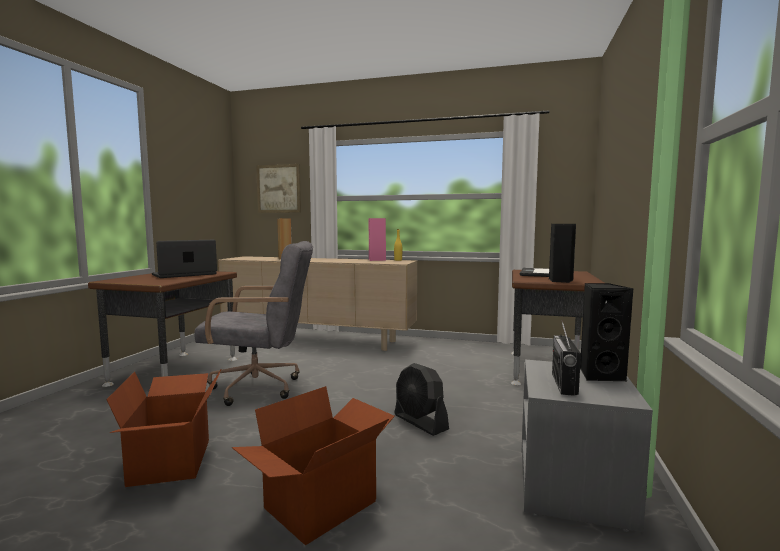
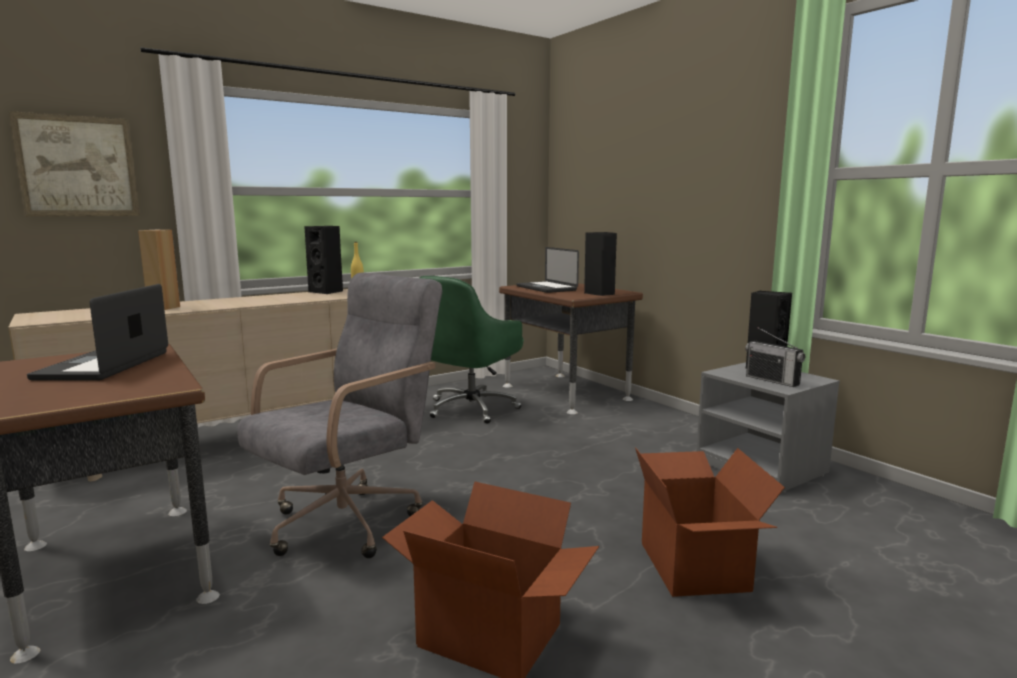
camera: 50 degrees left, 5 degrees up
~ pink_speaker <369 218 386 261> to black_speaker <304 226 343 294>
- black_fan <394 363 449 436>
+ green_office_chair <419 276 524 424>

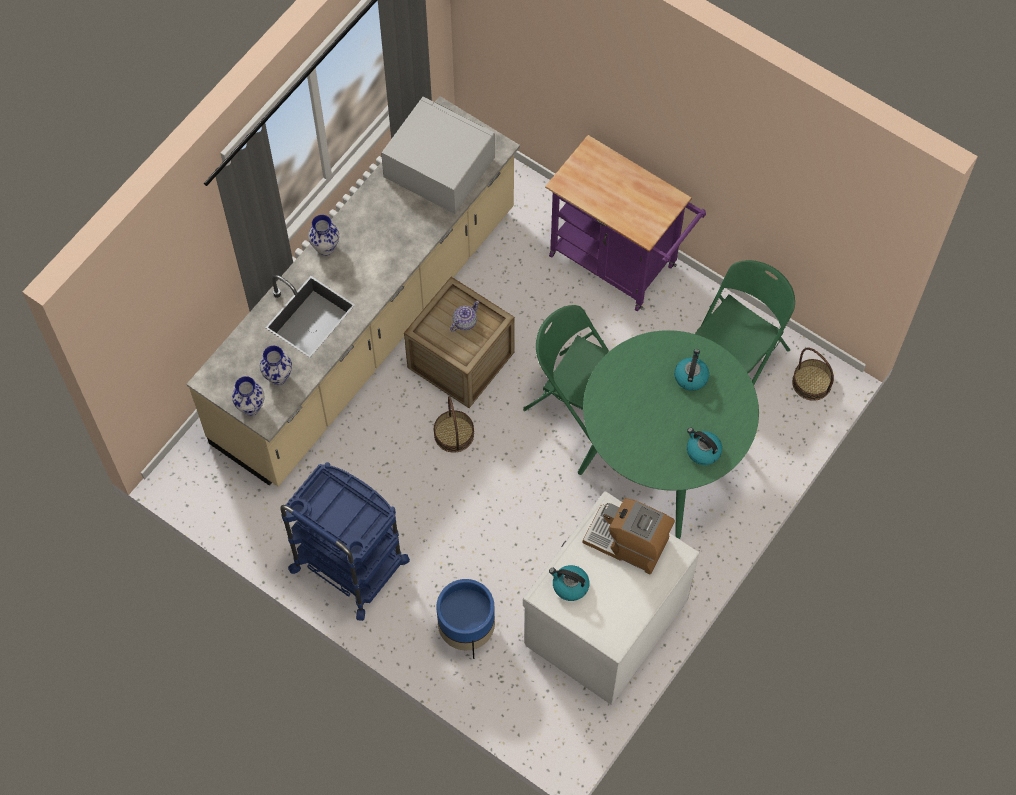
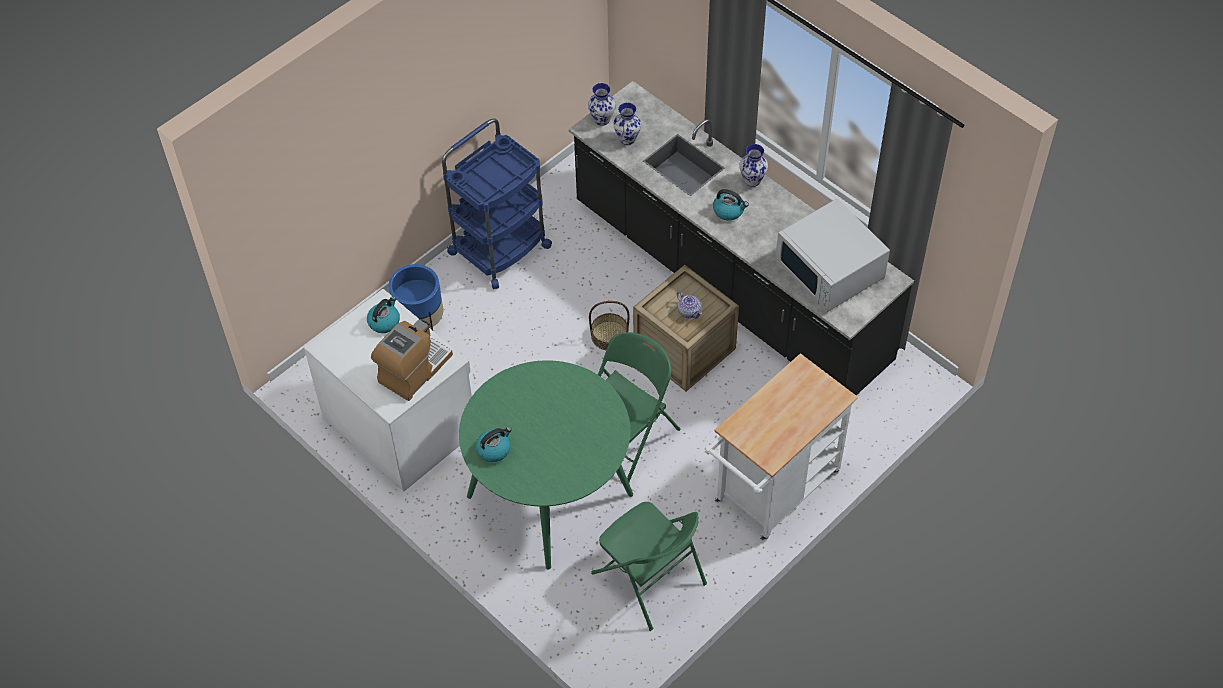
camera: 100 degrees right, 10 degrees down
~ beige_counter <187 96 520 487> to black_counter <569 81 914 395>
~ white_microwave <381 97 495 214> = <775 199 890 313> 105 degrees clockwise
~ purple_cart <545 135 706 311> to white_cart <705 353 858 540>
~ kettle <674 349 709 391> to <713 189 749 220>
- basket <792 347 834 401>

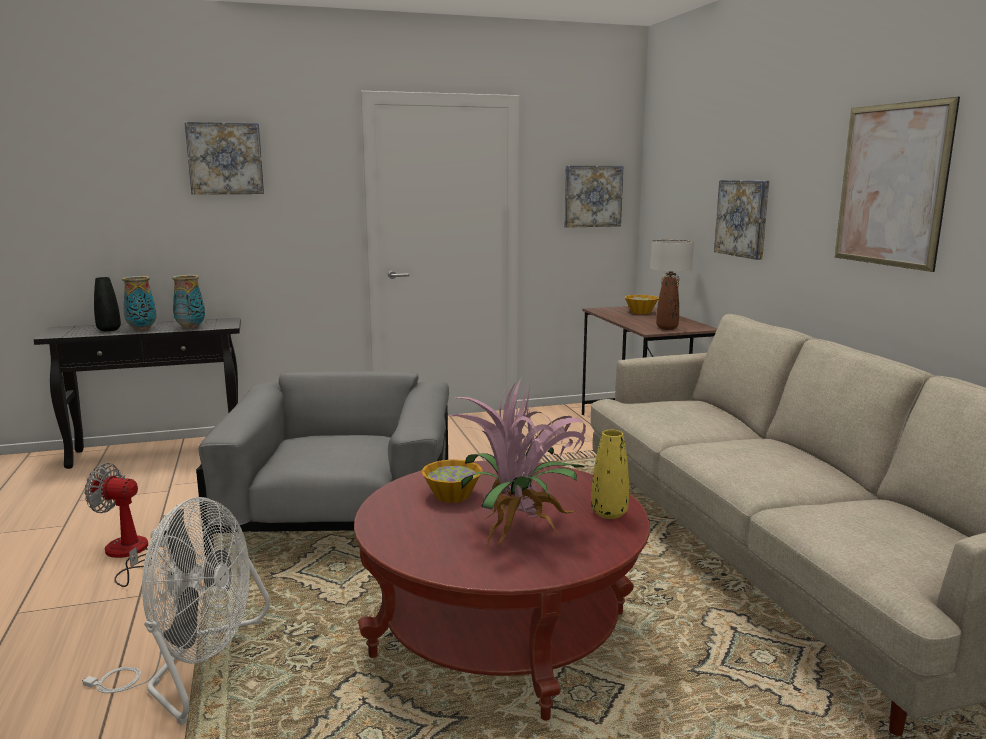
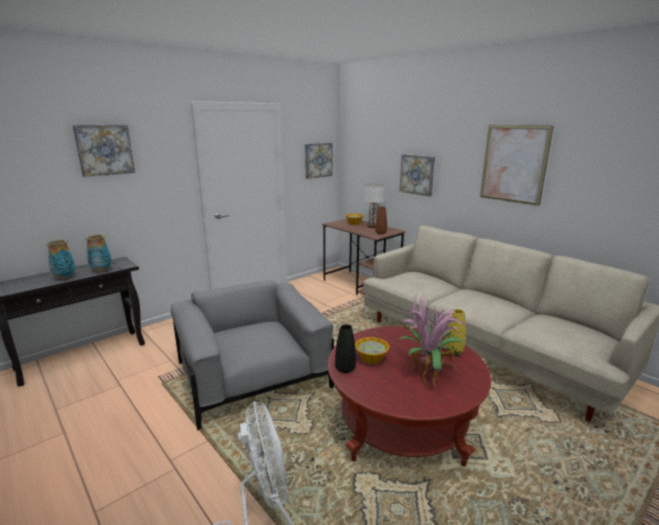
camera: 25 degrees left, 5 degrees up
- fan <85 463 154 587>
~ black_vase <94 277 121 331> to <335 324 356 373>

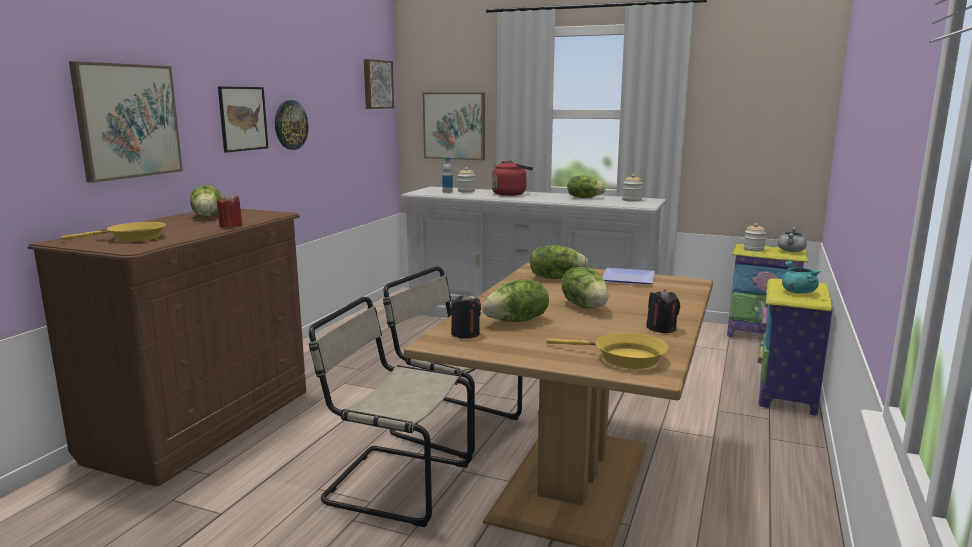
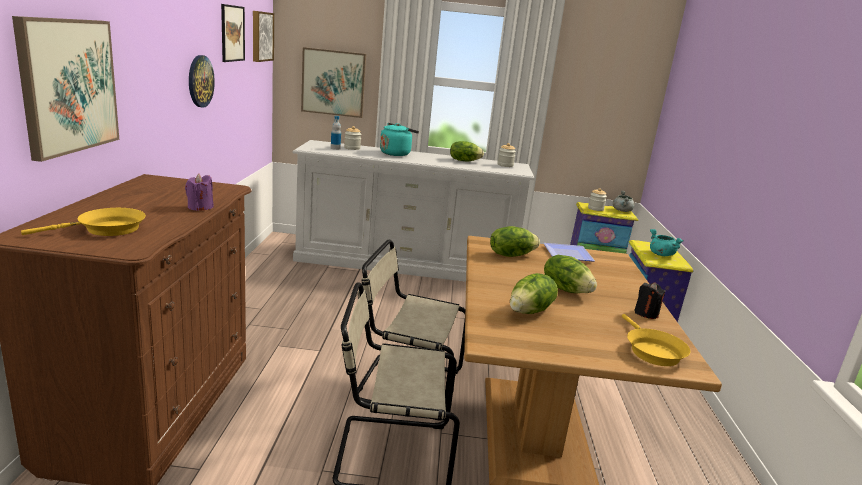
camera: 20 degrees left, 5 degrees up
- lettuce <190 185 222 217>
~ red_candle <217 193 243 228> to purple_candle <185 174 214 211>
~ picture <218 86 268 153> to <221 4 245 62>
- black_candle <451 294 481 339>
~ red_kettle <492 160 533 196> to turquoise_kettle <380 123 419 156>
~ yellow_frying_pan <547 333 668 369> = <622 314 691 366> 75 degrees clockwise

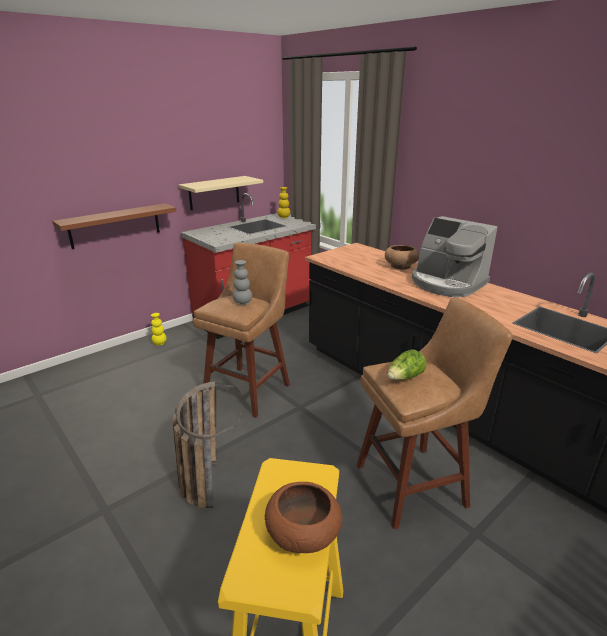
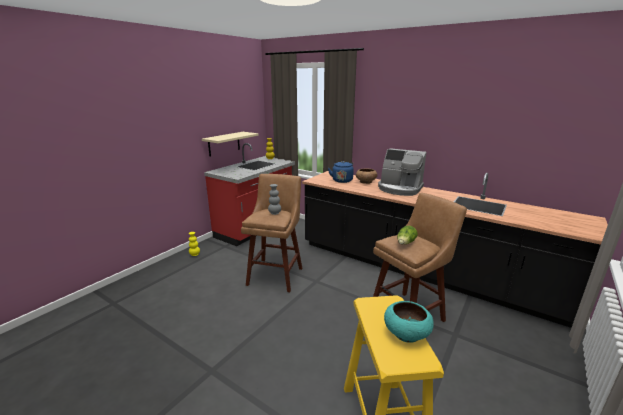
camera: 15 degrees left, 5 degrees down
- brown_shelf <52 204 176 249>
- basket <172 381 242 508>
~ brown_bowl <265 482 342 553> to turquoise_bowl <384 301 434 343>
+ blue_kettle <328 161 354 183>

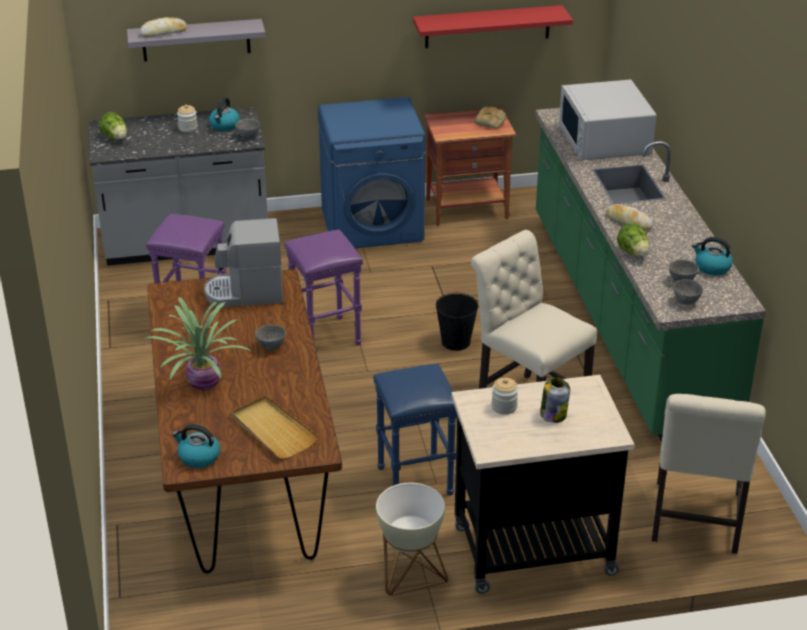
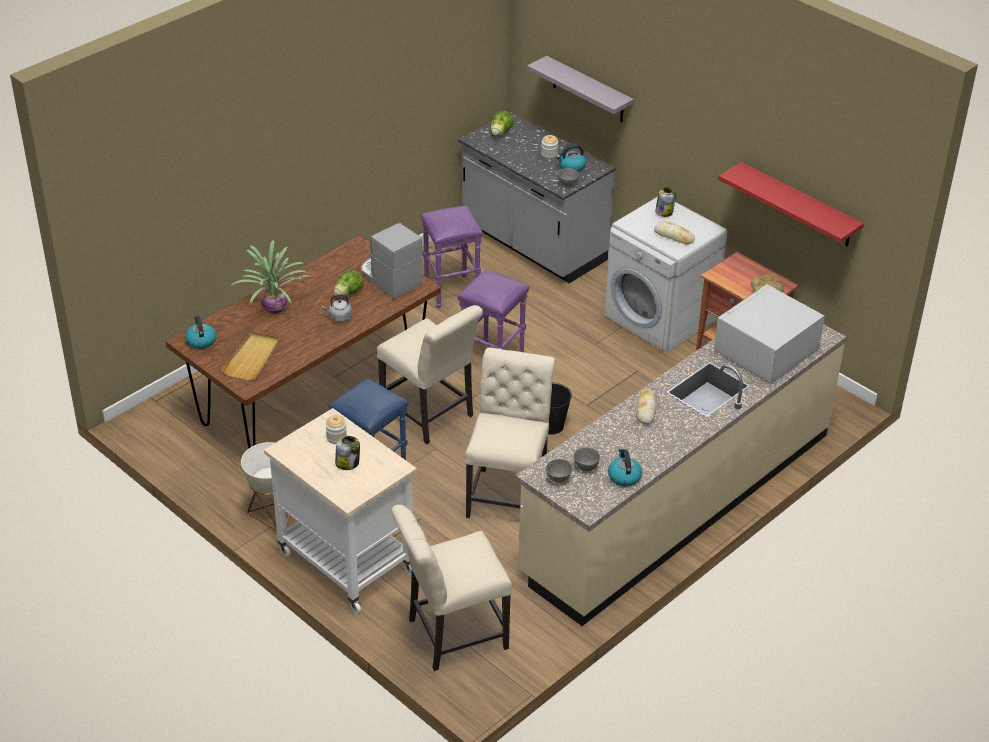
camera: 55 degrees right, 5 degrees up
~ bread <140 17 187 37> to <654 222 695 244>
~ grey_bowl <255 324 286 351> to grey_kettle <322 294 352 322>
~ blue_washing_machine <318 97 425 248> to white_washing_machine <604 196 727 352>
~ black_cart <451 375 635 594> to white_cart <264 408 417 613>
~ green_counter <535 108 766 441> to beige_counter <515 324 847 626>
~ lettuce <617 223 649 257> to <334 270 364 297>
+ beige_chair <377 305 483 444>
+ jar <655 187 676 217>

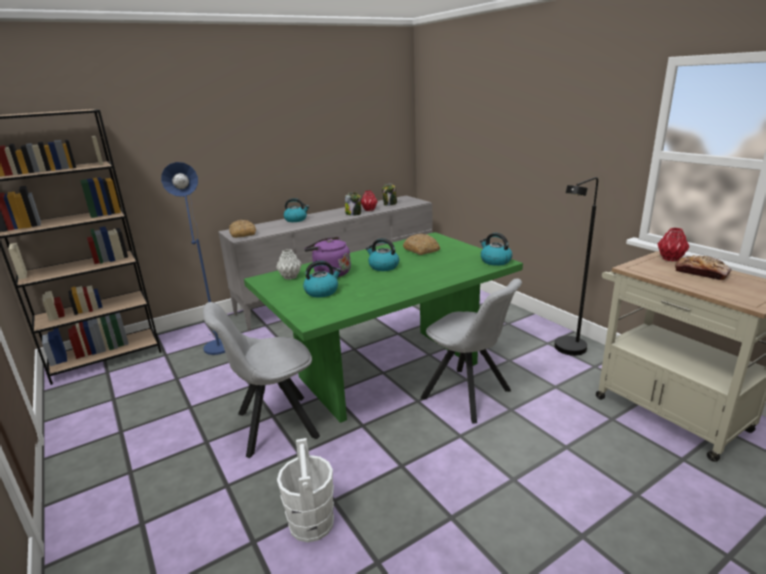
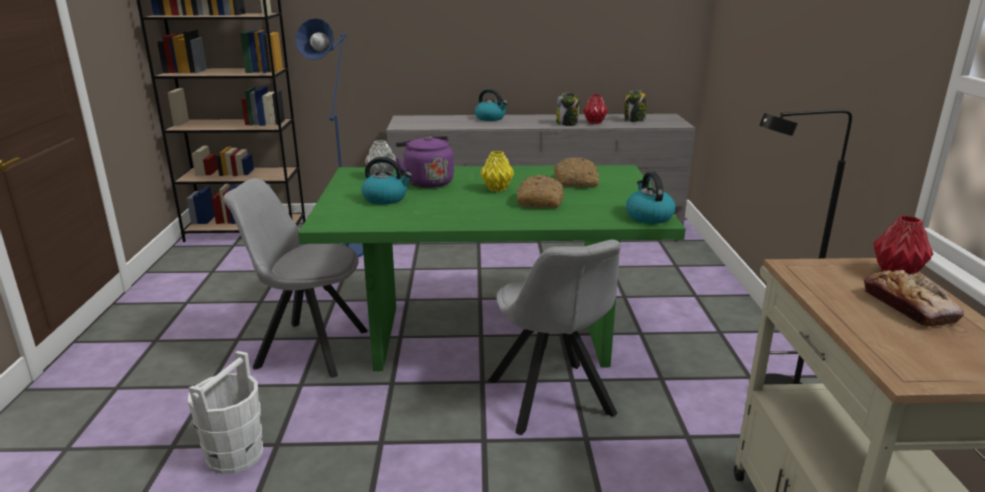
camera: 30 degrees right, 0 degrees up
~ bread <229 220 256 238> to <517 175 564 208>
~ kettle <366 238 399 271> to yellow_vase <480 151 514 192>

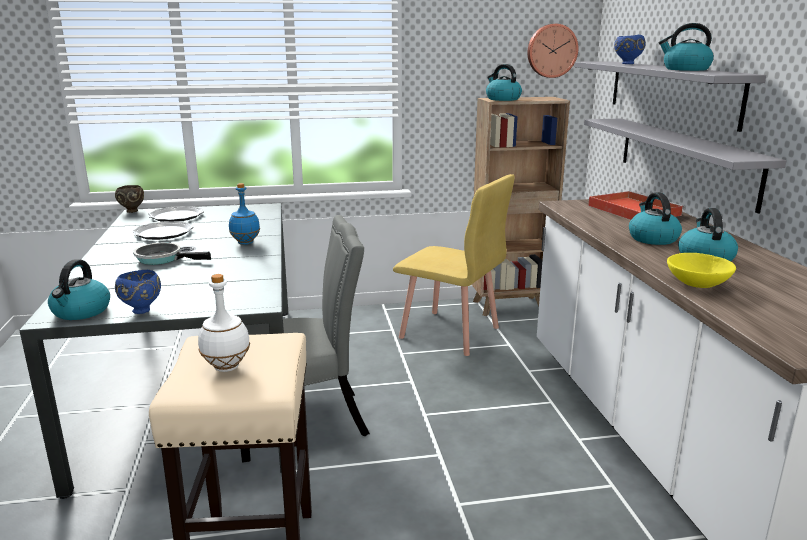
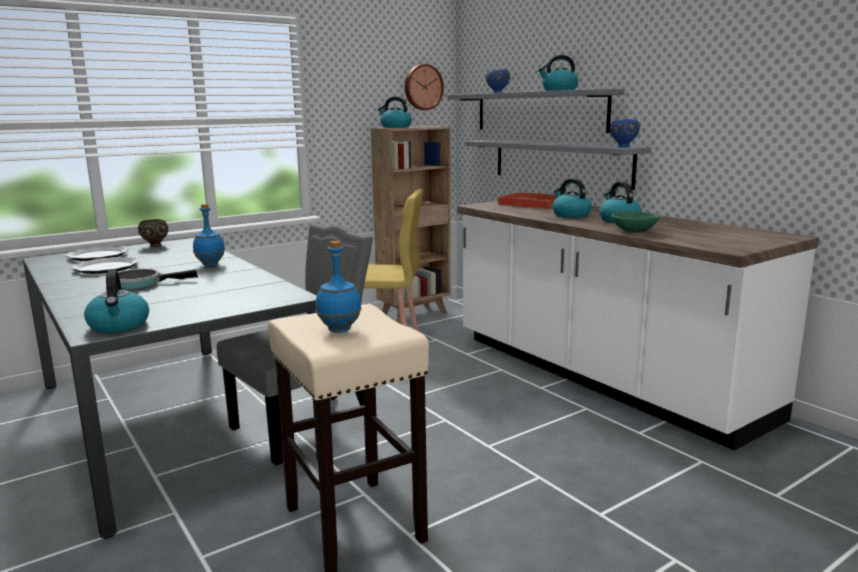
camera: 25 degrees left, 5 degrees down
~ brown_bowl <115 185 144 213> to <138 219 168 247>
~ blue_bowl <115 270 161 314> to <609 119 640 147>
~ white_bottle <198 274 250 372> to blue_bottle <316 241 362 333>
~ yellow_bowl <667 253 736 288> to green_bowl <611 211 660 233>

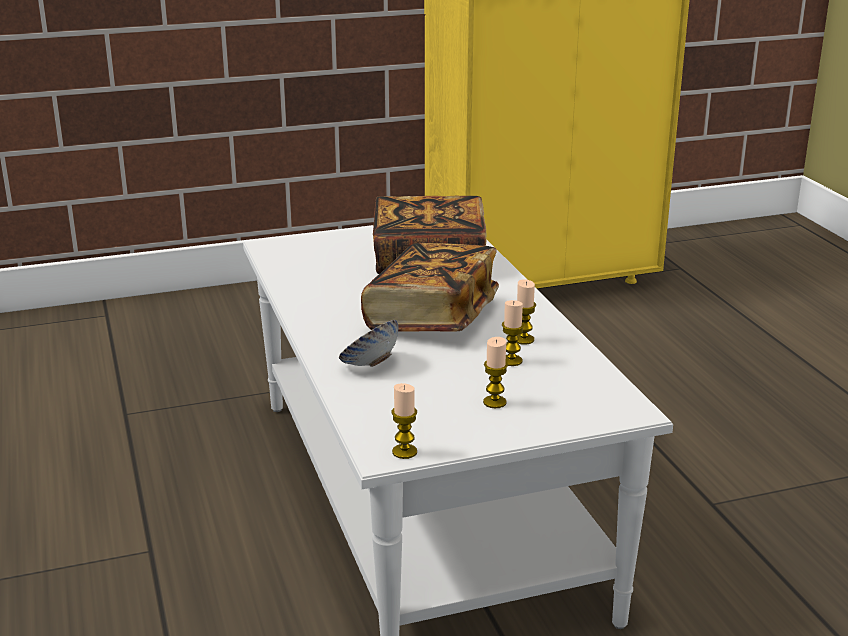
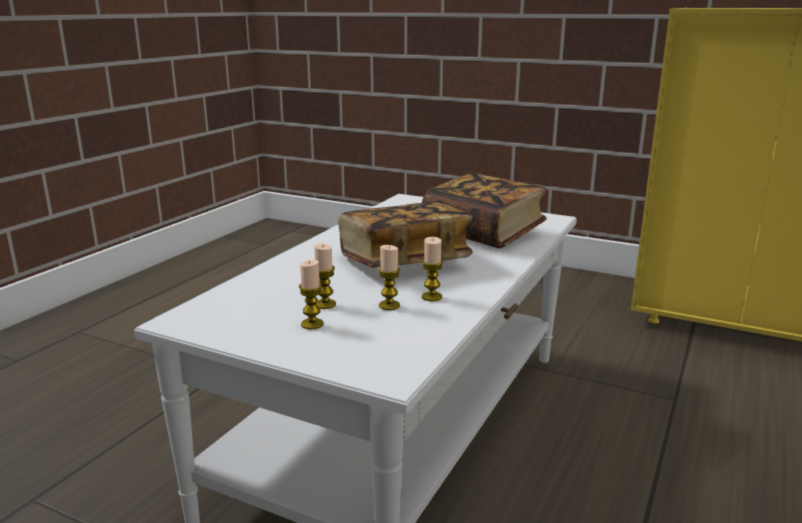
camera: 45 degrees right, 5 degrees down
- bowl <339 320 399 367>
~ candle <391 383 417 459> to <314 243 336 309>

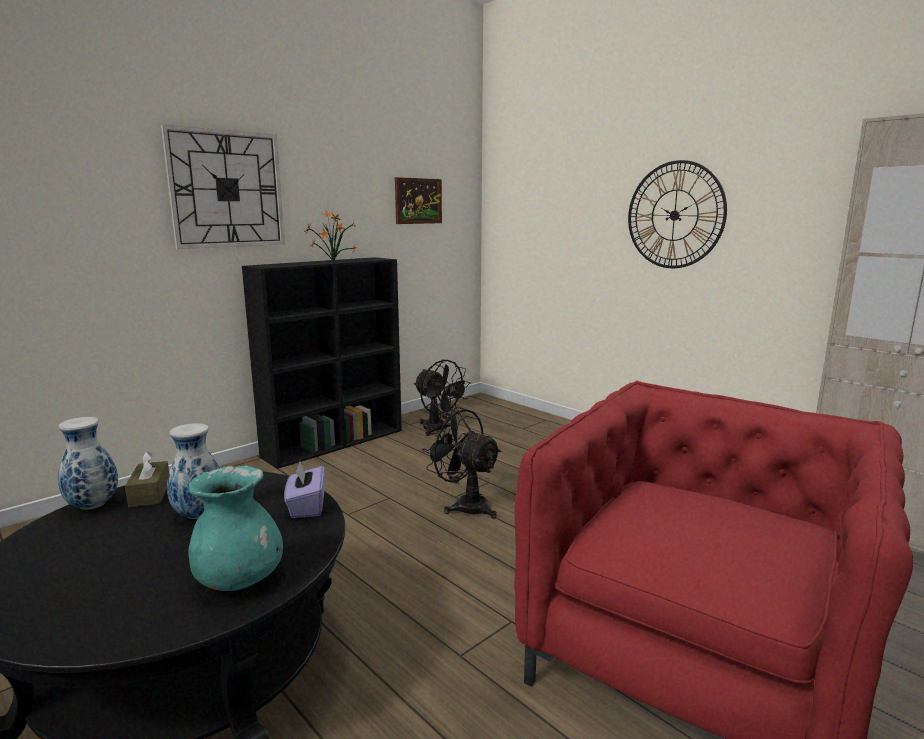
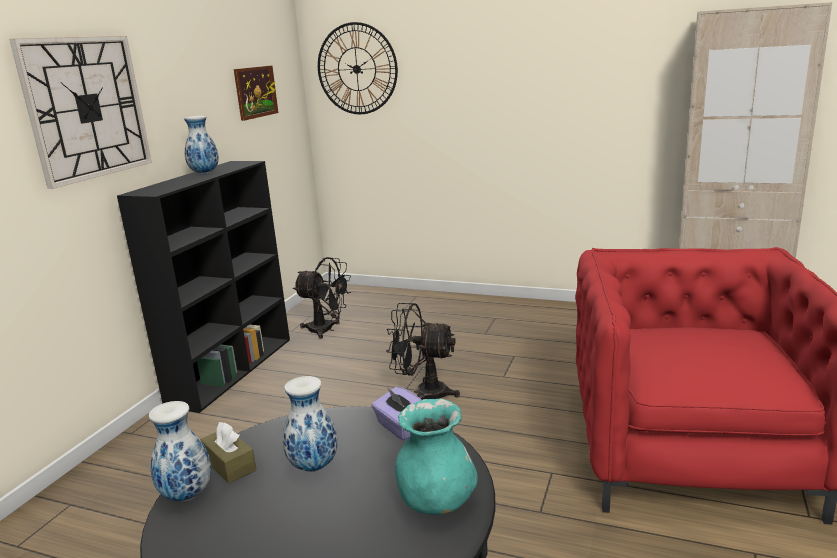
camera: 25 degrees left, 5 degrees up
~ potted_plant <304 210 357 261> to vase <184 116 219 174>
~ wall_clock <628 160 727 268> to <318 22 398 114>

